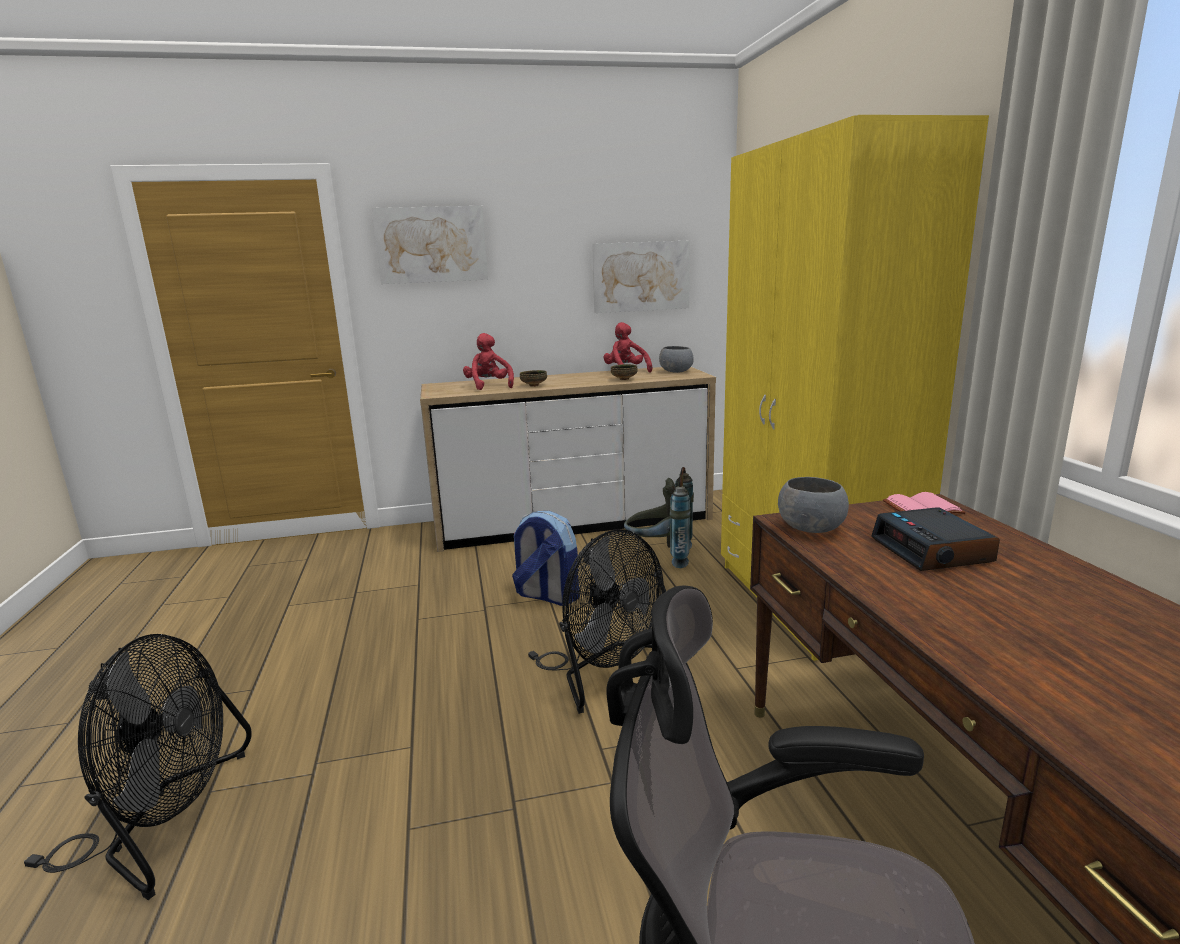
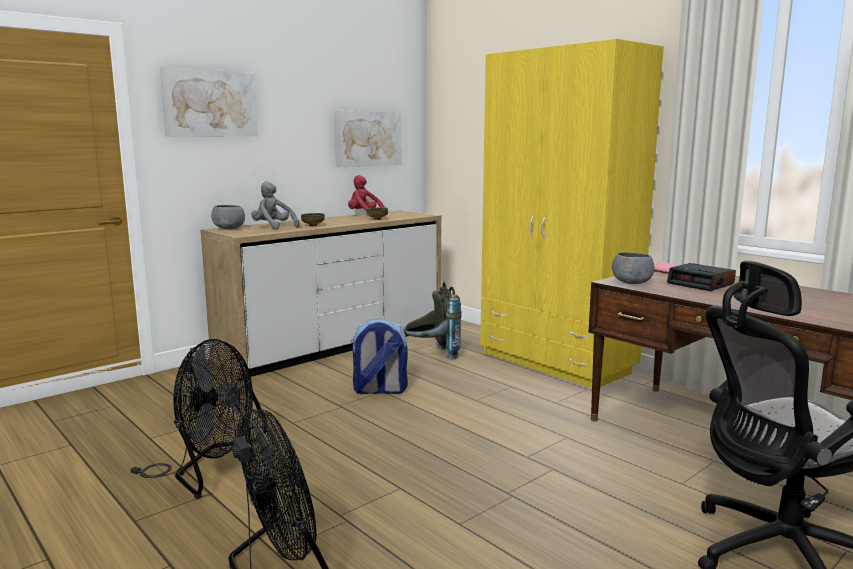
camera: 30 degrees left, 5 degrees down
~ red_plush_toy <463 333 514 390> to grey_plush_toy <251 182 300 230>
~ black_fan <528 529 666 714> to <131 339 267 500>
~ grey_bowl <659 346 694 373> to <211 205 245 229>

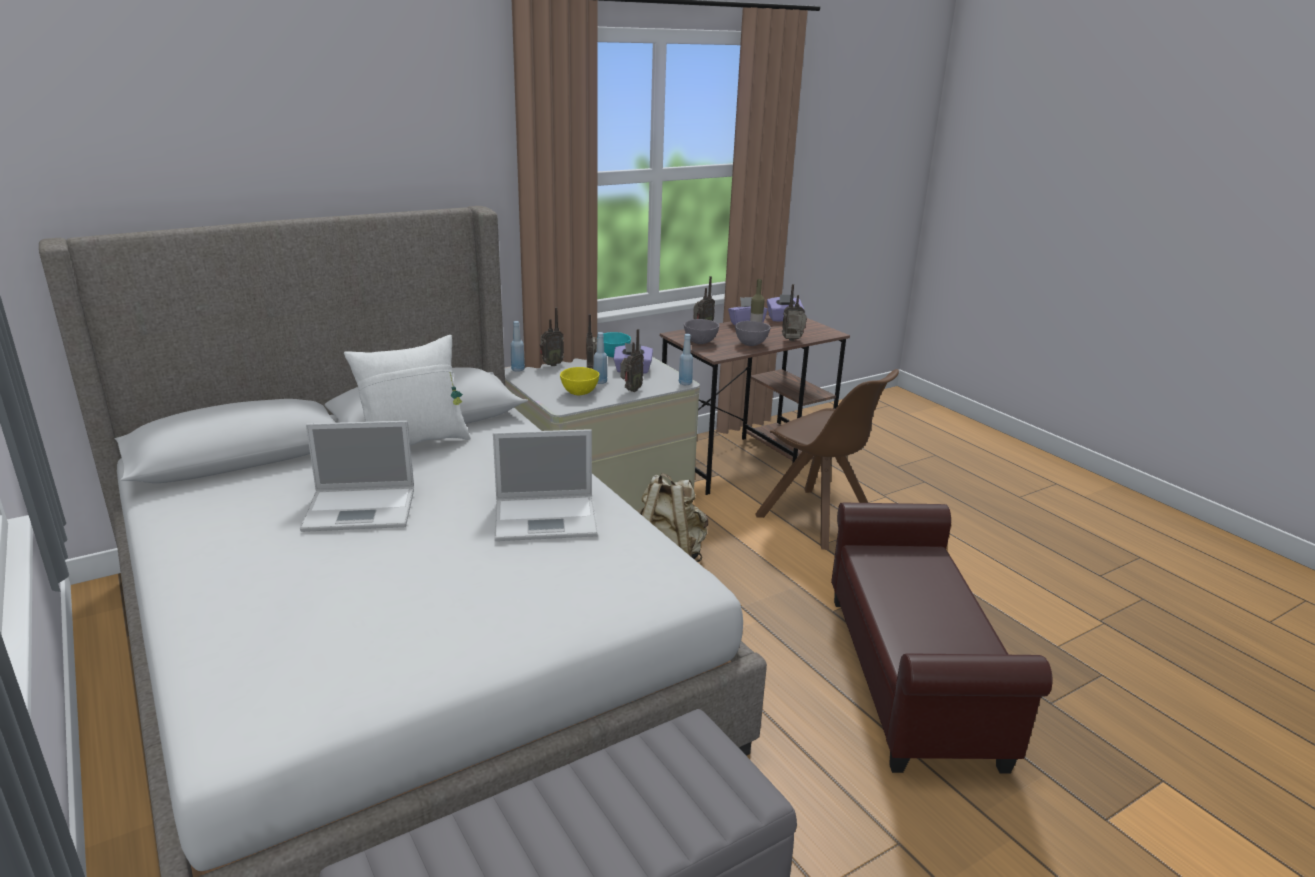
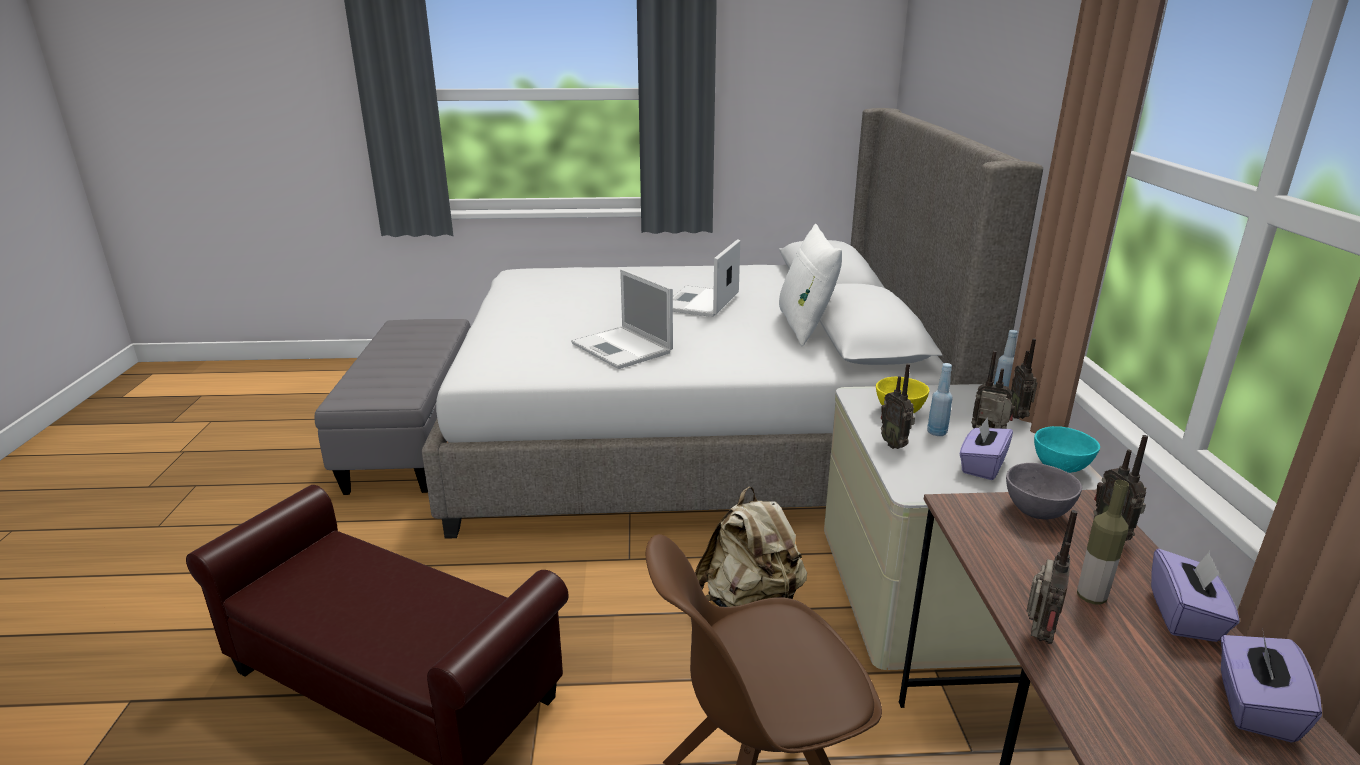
camera: 120 degrees right, 0 degrees up
~ laptop <493 429 598 541> = <571 269 673 369> 60 degrees counterclockwise
- blue_bottle <679 334 693 385>
- grey_bowl <735 321 771 346>

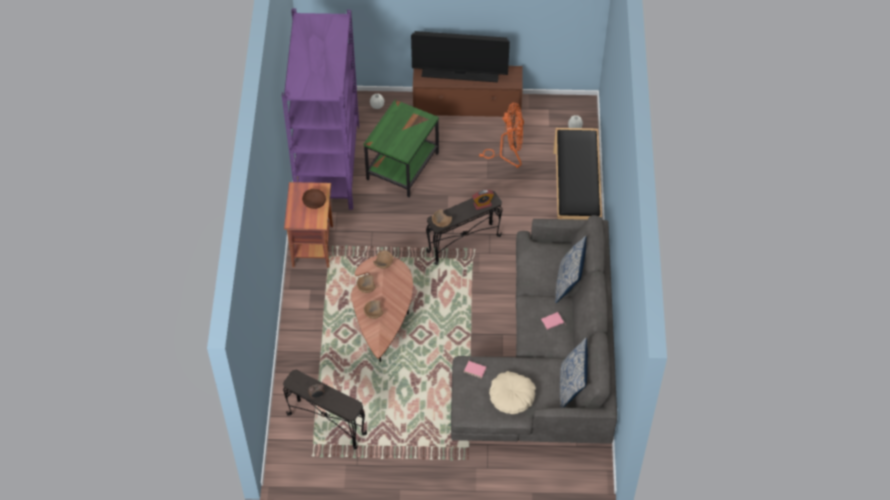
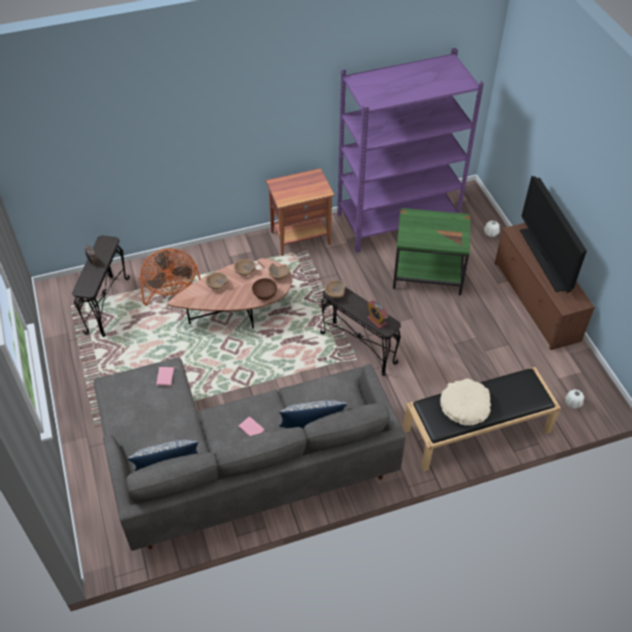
camera: 70 degrees right, 5 degrees down
~ brown_bowl <302 189 326 209> to <252 278 277 300>
~ orange_fan <479 102 524 168> to <139 248 201 306>
~ beige_pillow <489 371 536 414> to <440 378 491 426>

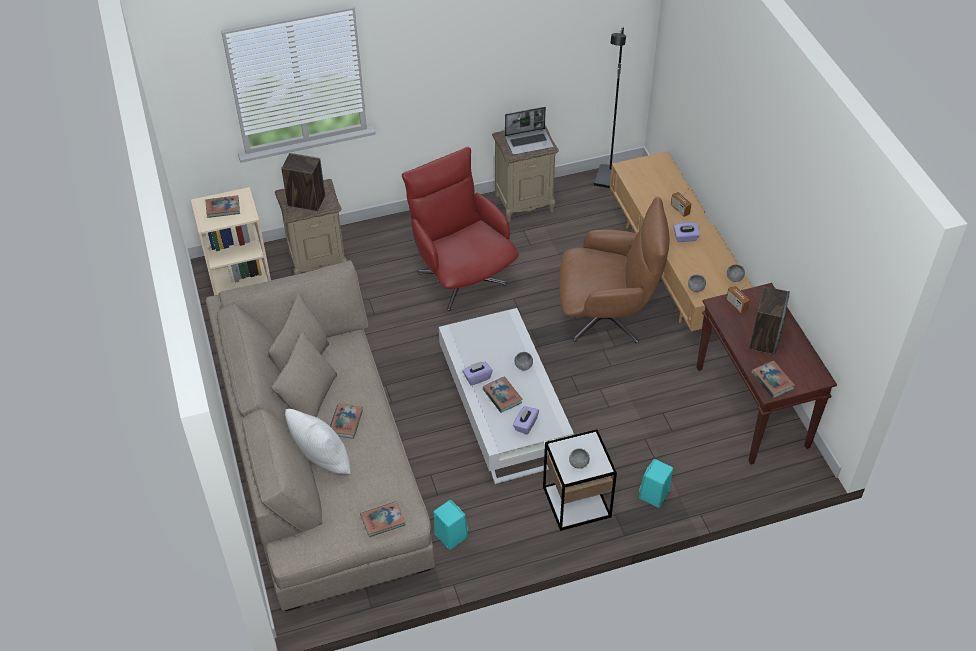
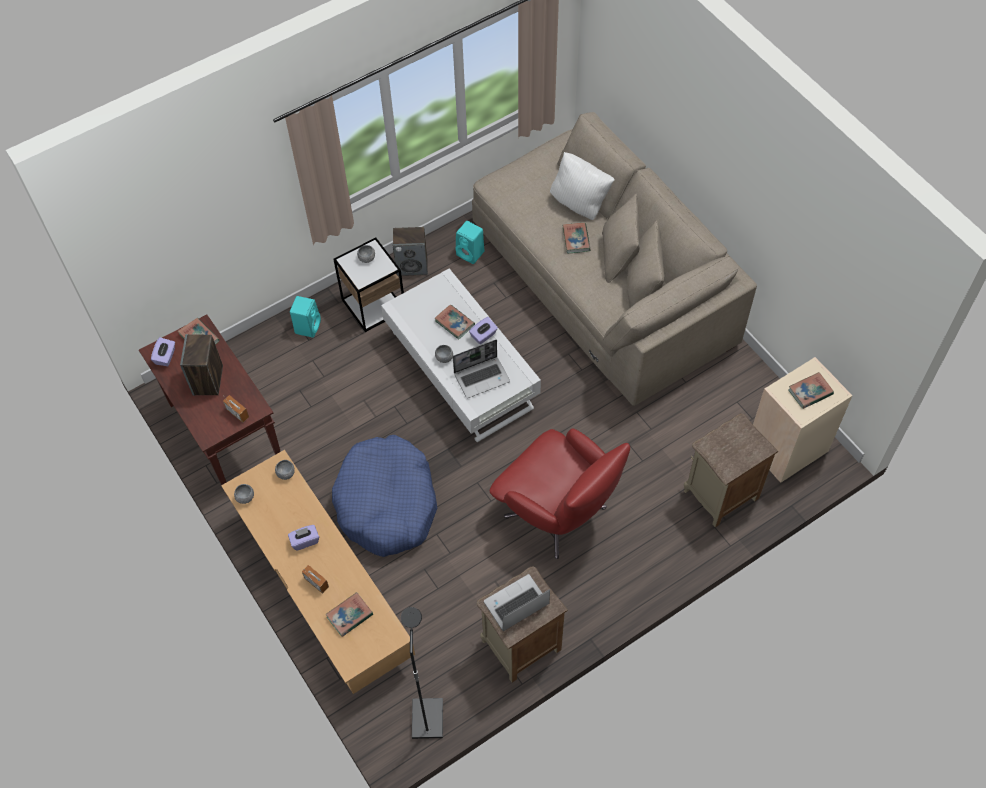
camera: 165 degrees right, 10 degrees up
~ speaker <281 153 325 211> to <393 227 428 276>
~ book <360 501 406 537> to <326 592 373 637>
~ purple_tissue_box <513 406 539 435> to <151 337 175 366>
~ brown_armchair <559 197 669 343> to blue_dog_bed <332 435 437 557>
+ laptop <453 340 510 398>

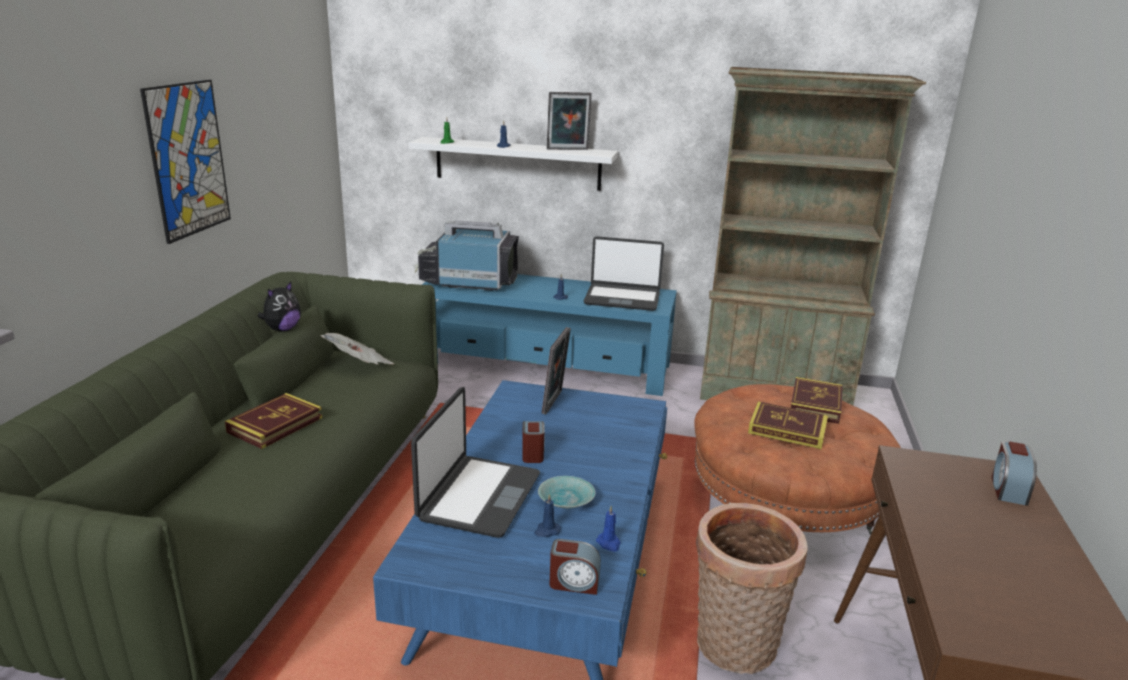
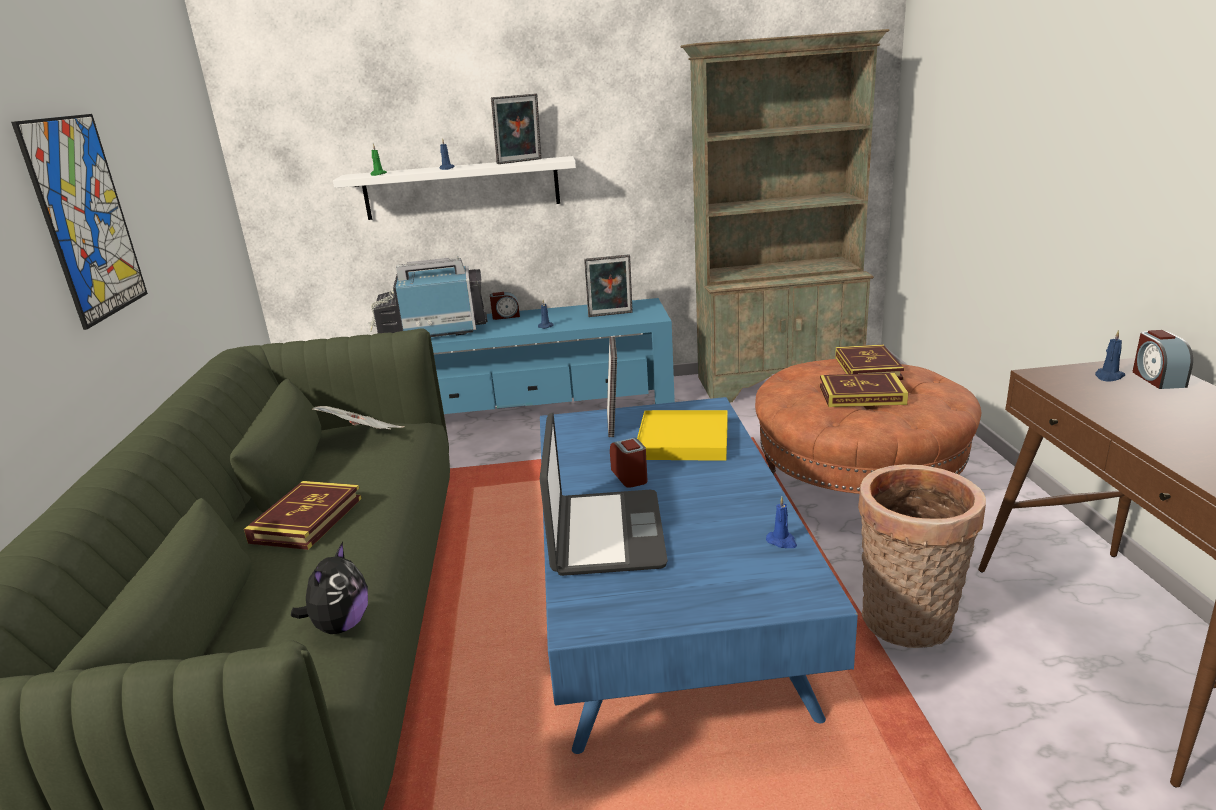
camera: 15 degrees left, 0 degrees up
~ plush_toy <258 282 301 332> to <291 542 368 634>
~ blue_candle <534 494 561 537> to <1095 330 1125 382>
- turquoise_bowl <538 476 595 509>
~ alarm_clock <550 539 601 595> to <490 292 520 320>
~ laptop <584 236 664 311> to picture_frame <584 254 633 317>
+ yellow_tray <637 410 728 461>

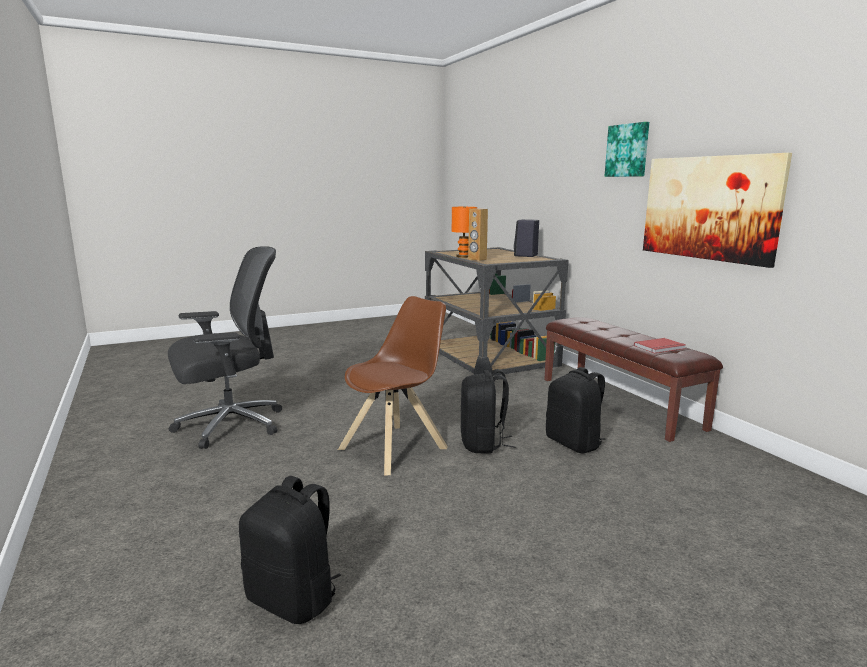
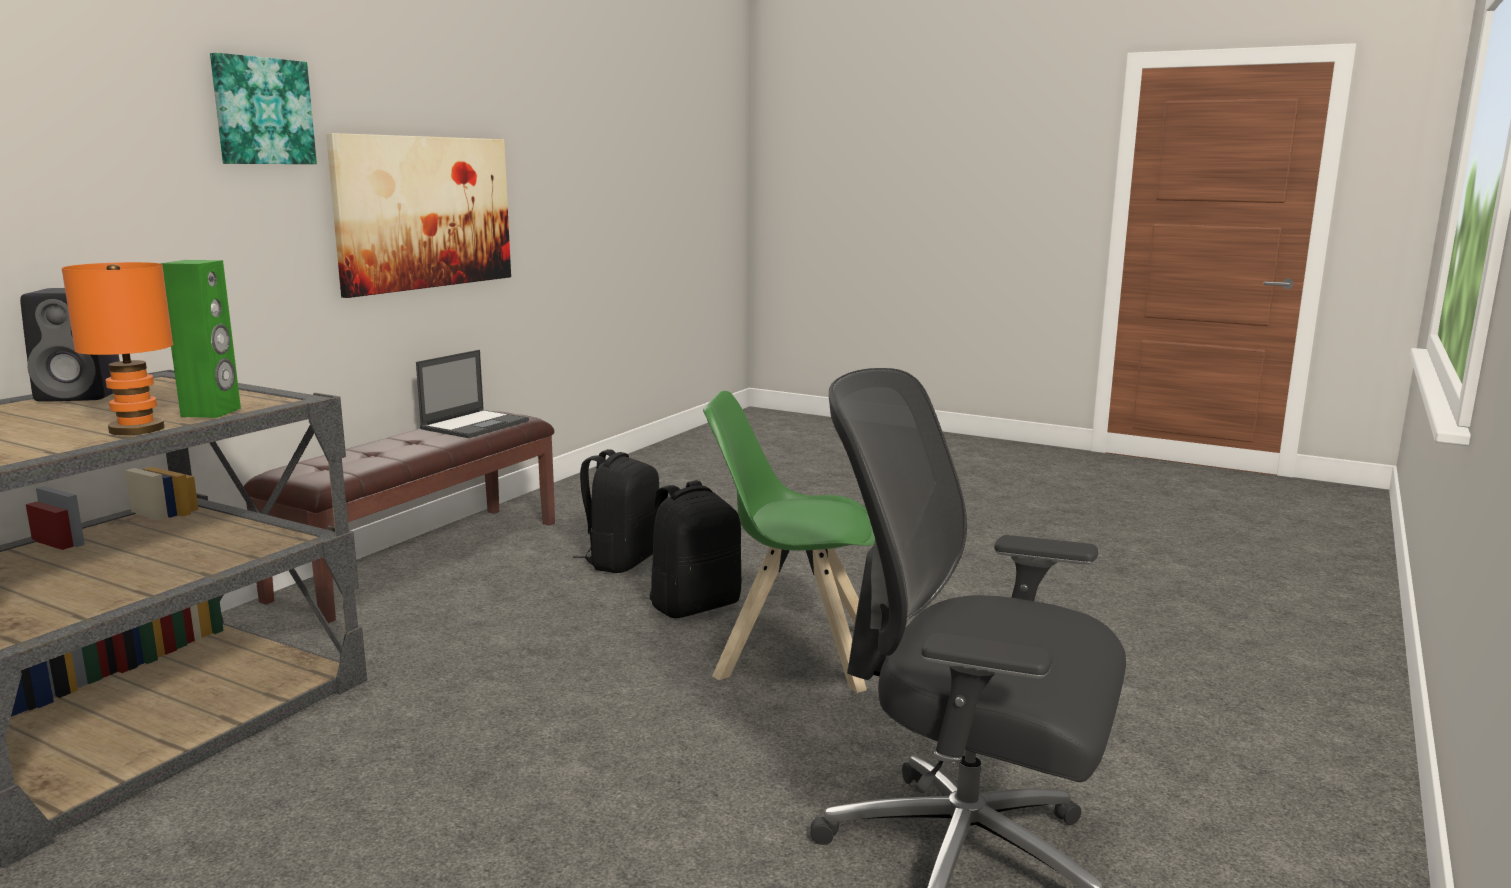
camera: 125 degrees left, 0 degrees up
- black_backpack <239 476 341 624>
~ brown_chair <338 296 448 476> to green_chair <703 391 875 693>
~ brown_speaker <468 208 488 261> to green_speaker <160 260 241 418>
~ red_book <634 338 686 353> to laptop <416 350 529 438>

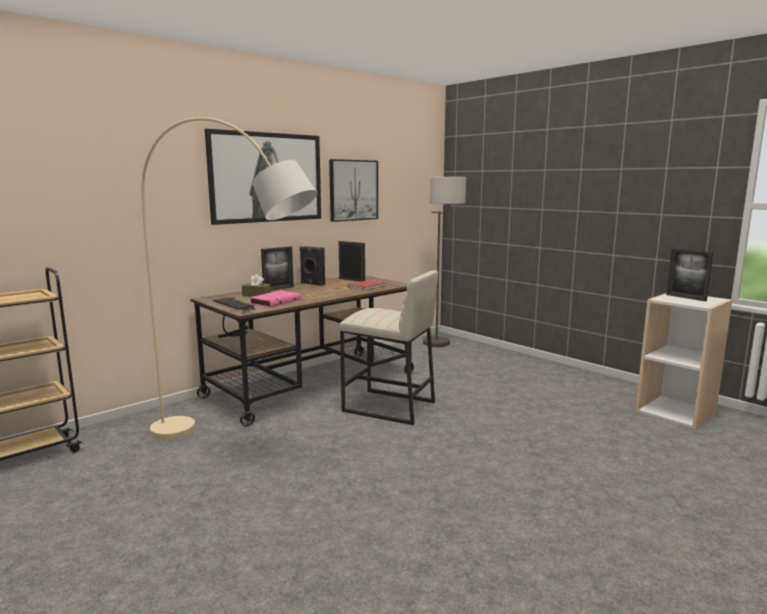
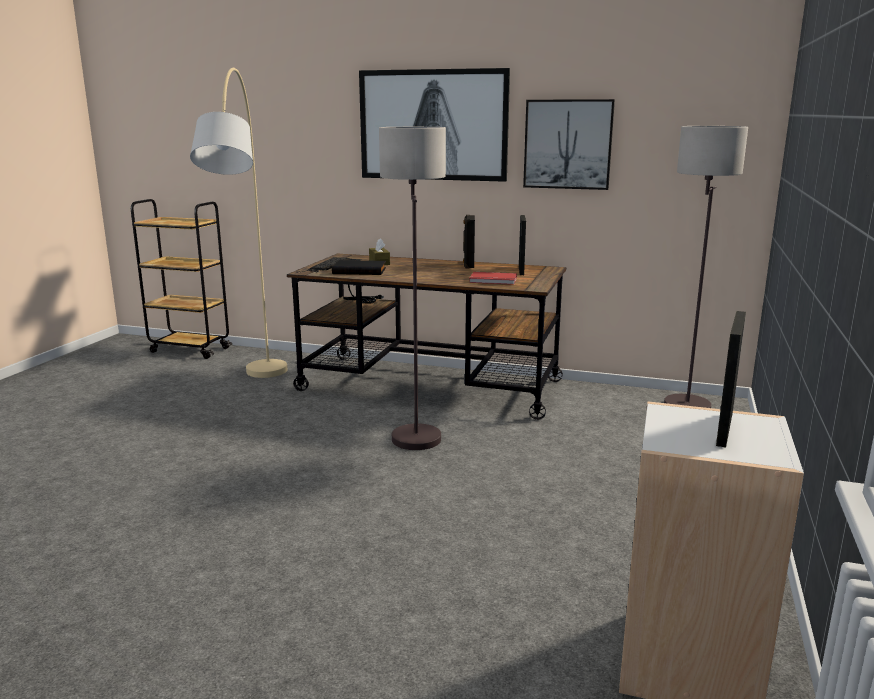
camera: 60 degrees right, 5 degrees up
~ pink_book <249 290 301 308> to black_book <332 260 386 275>
- picture_frame <261 246 294 291>
~ beige_stool <339 270 438 425> to grey_floor_lamp <379 127 446 450>

